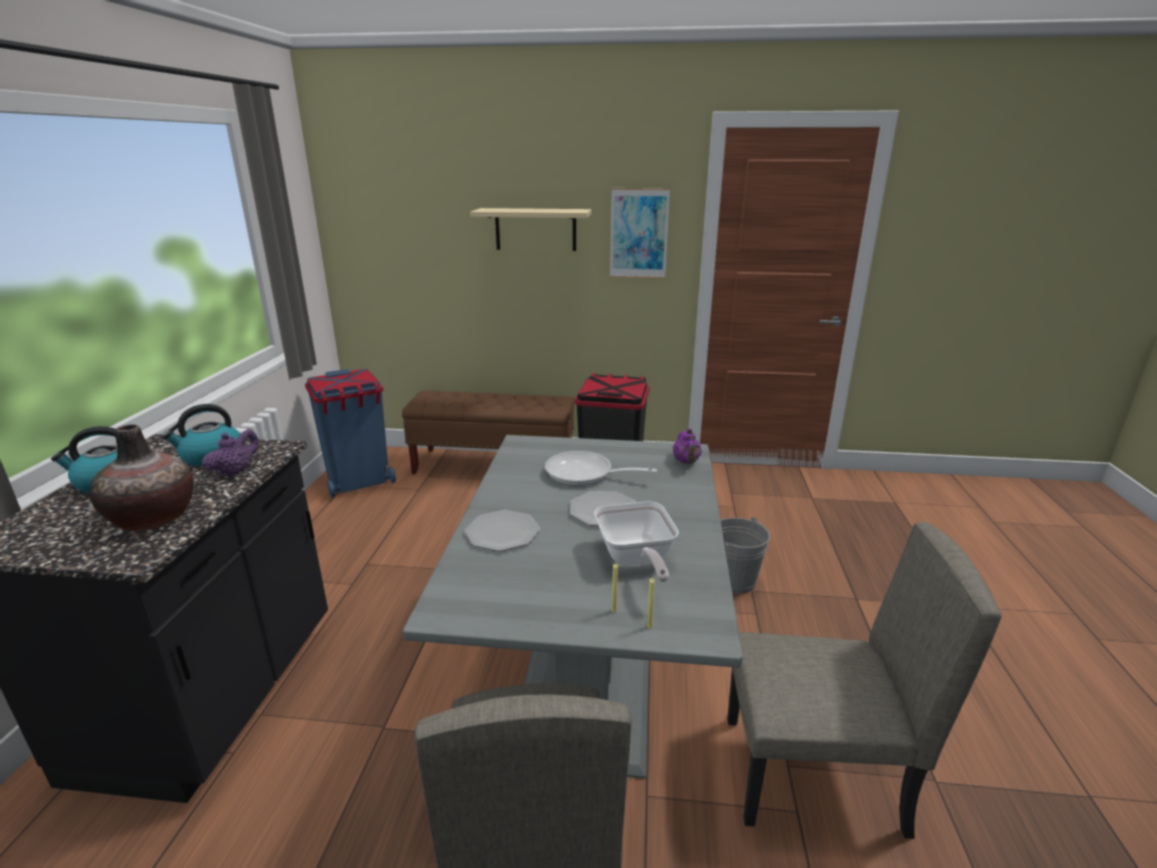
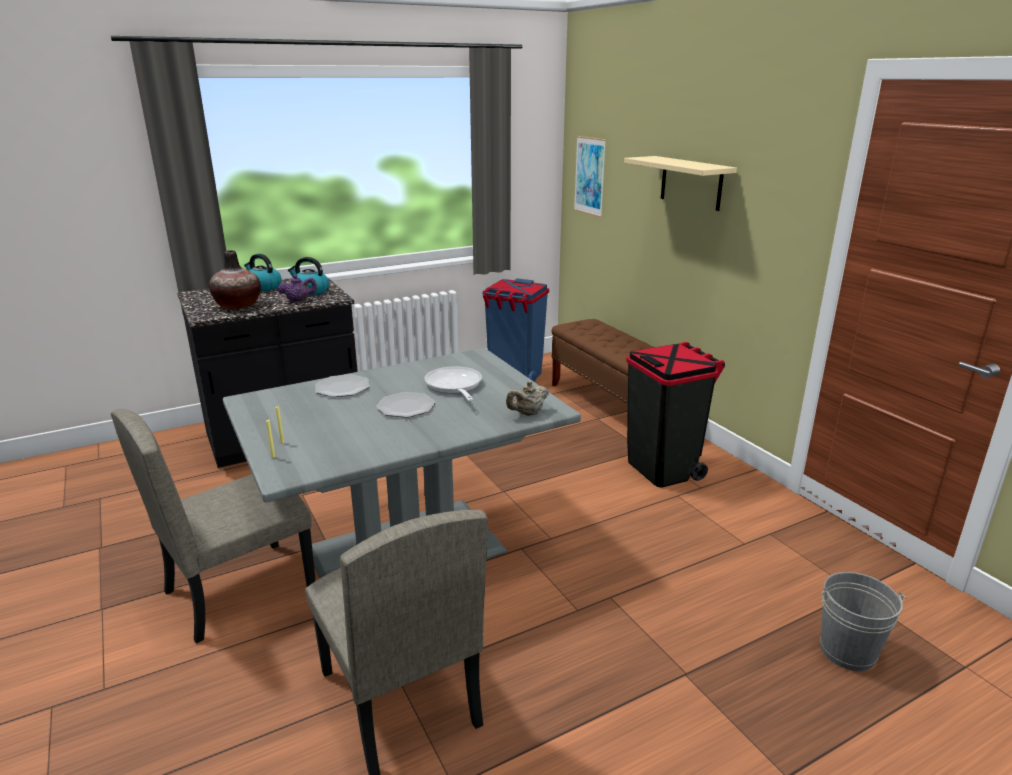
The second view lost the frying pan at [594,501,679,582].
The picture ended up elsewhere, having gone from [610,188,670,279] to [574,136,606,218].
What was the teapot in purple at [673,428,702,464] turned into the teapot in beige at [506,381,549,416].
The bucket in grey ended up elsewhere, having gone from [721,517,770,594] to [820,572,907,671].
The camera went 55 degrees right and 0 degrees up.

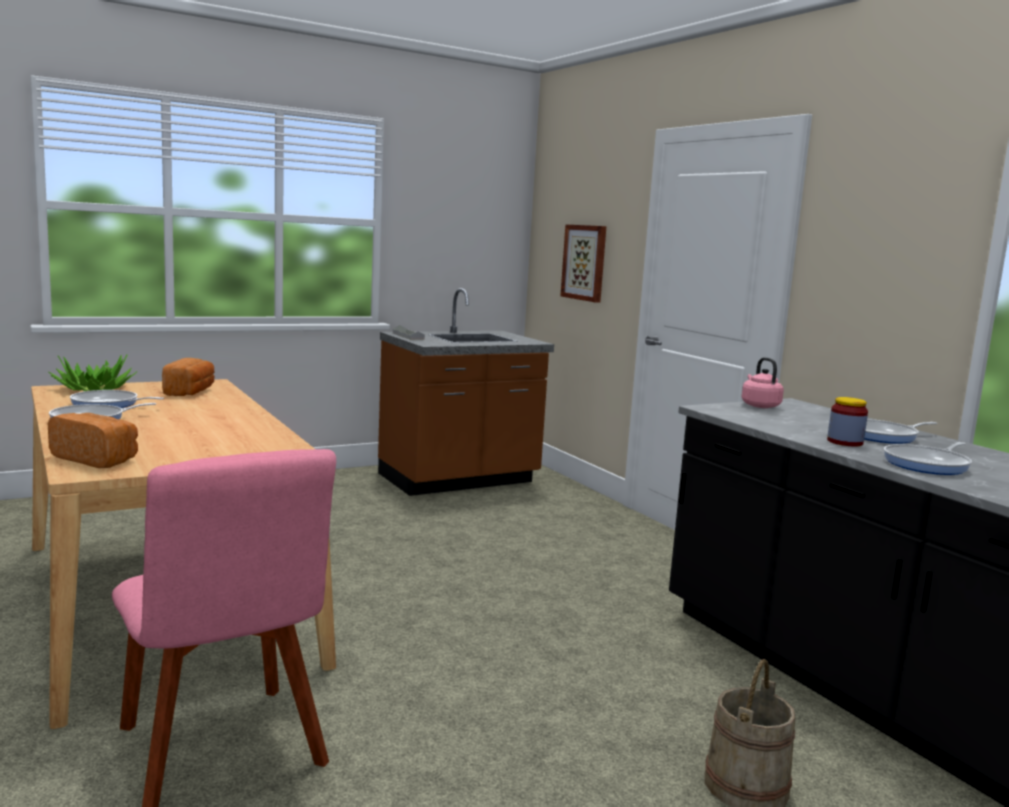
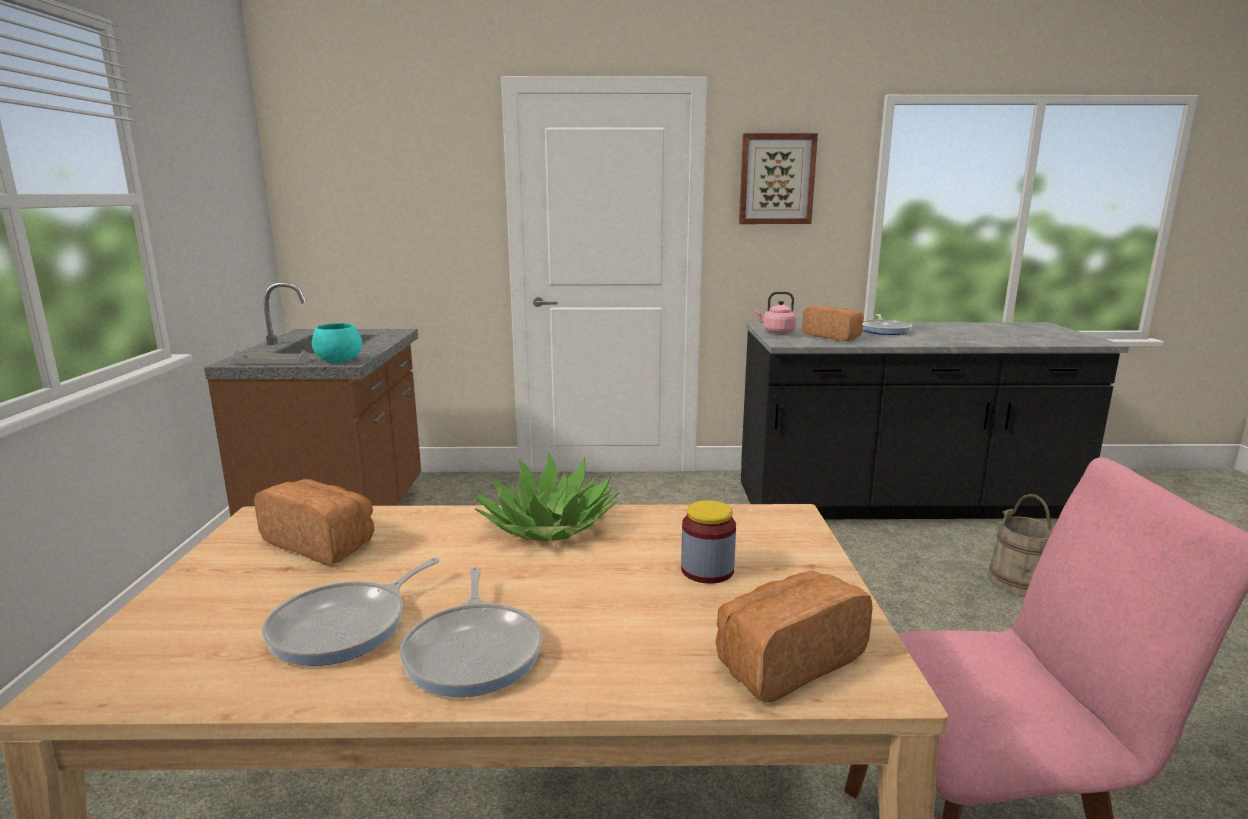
The potted plant ended up elsewhere, having gone from [49,355,137,391] to [475,452,620,542].
The picture ended up elsewhere, having gone from [561,224,606,303] to [739,133,818,224].
The jar ended up elsewhere, having gone from [827,397,868,447] to [681,500,736,584].
The second view lost the frying pan at [884,442,972,475].
The second view gained the bowl in turquoise at [312,323,362,363].
The second view gained the bread at [802,306,864,341].
The camera went 60 degrees left and 5 degrees up.

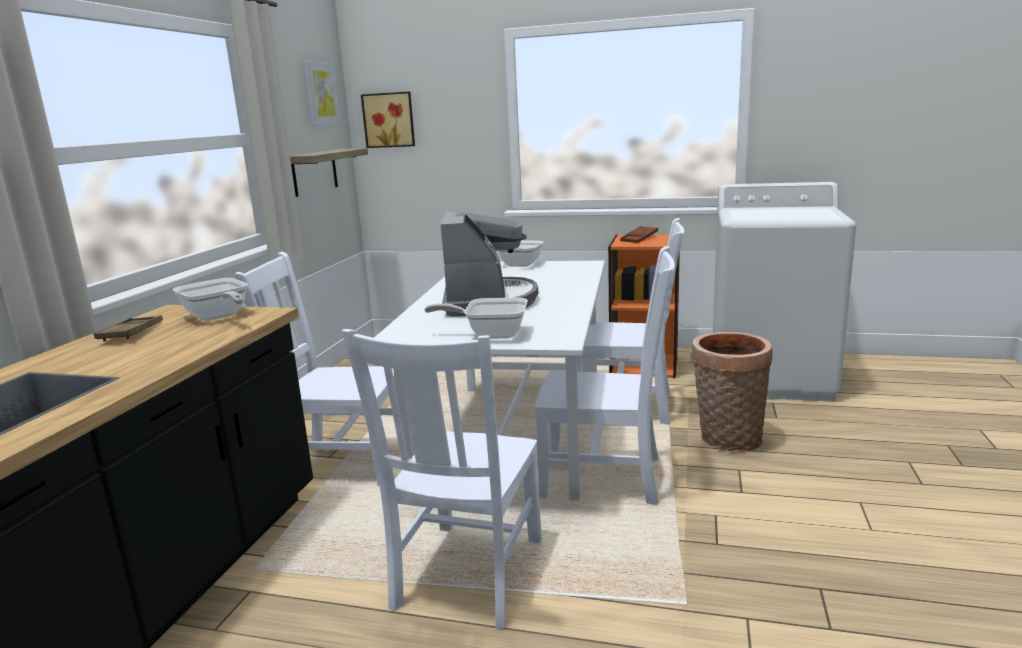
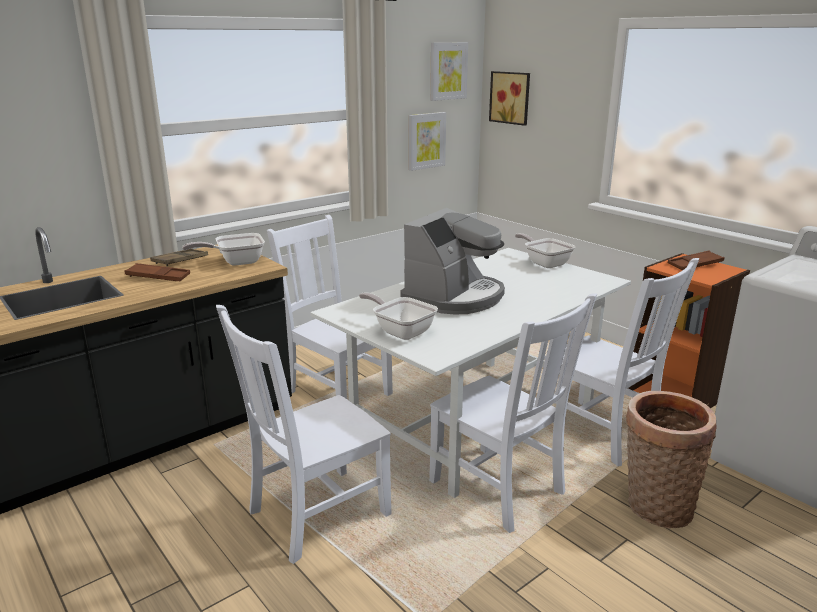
The frying pan at [173,278,248,321] ended up facing another way, 75 degrees clockwise from before.
Where the shelf hung at [290,148,368,197], the picture came to hang at [409,112,446,171].
The second view gained the tray in brown at [125,263,190,281].
The camera went 35 degrees right and 5 degrees up.

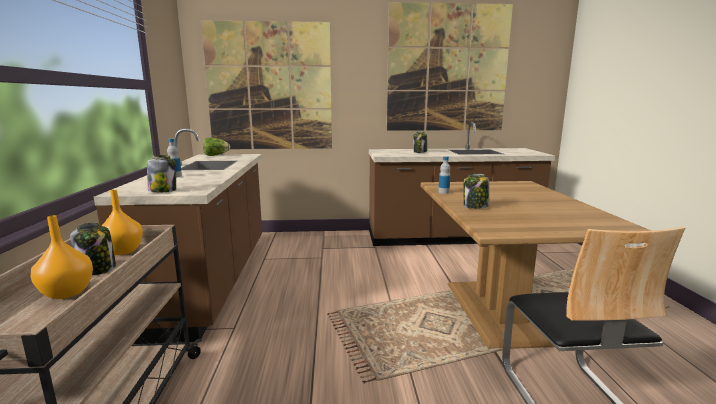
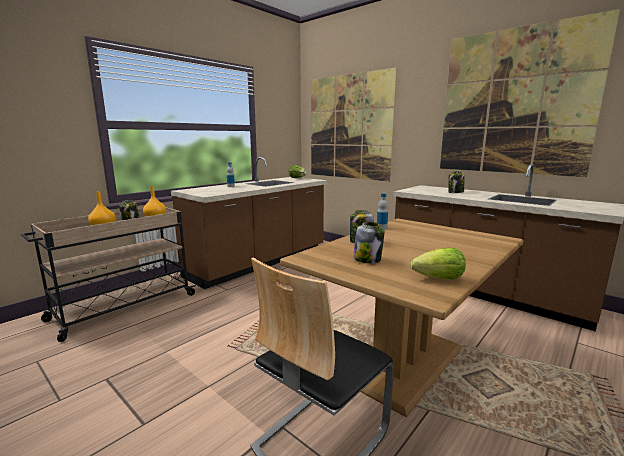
The jar ended up elsewhere, having gone from [147,155,176,192] to [353,222,385,263].
The second view gained the lettuce at [410,248,466,280].
The camera went 45 degrees right and 0 degrees up.

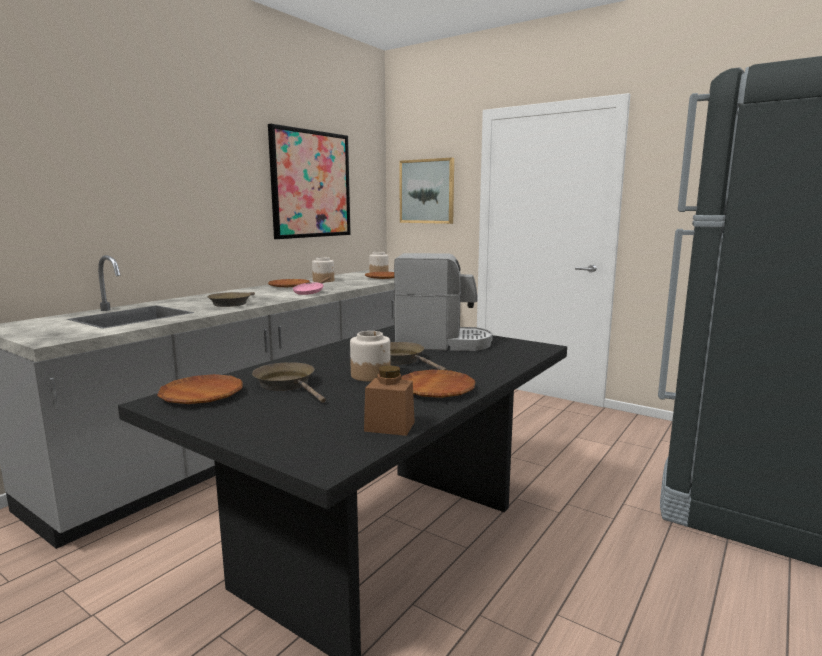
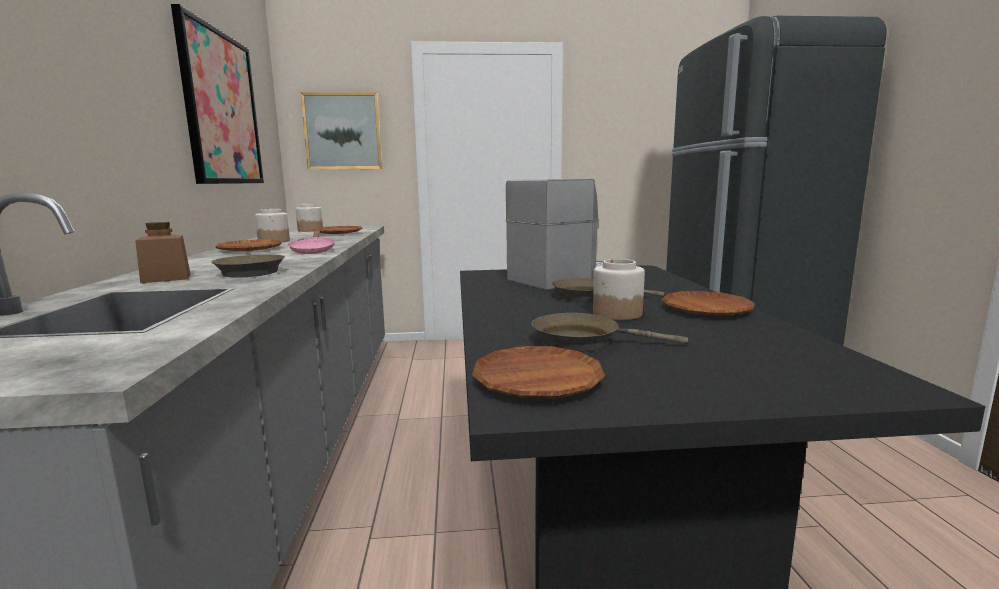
The jar in brown ended up elsewhere, having gone from [364,365,415,436] to [135,222,191,283].
The camera went 40 degrees left and 0 degrees up.

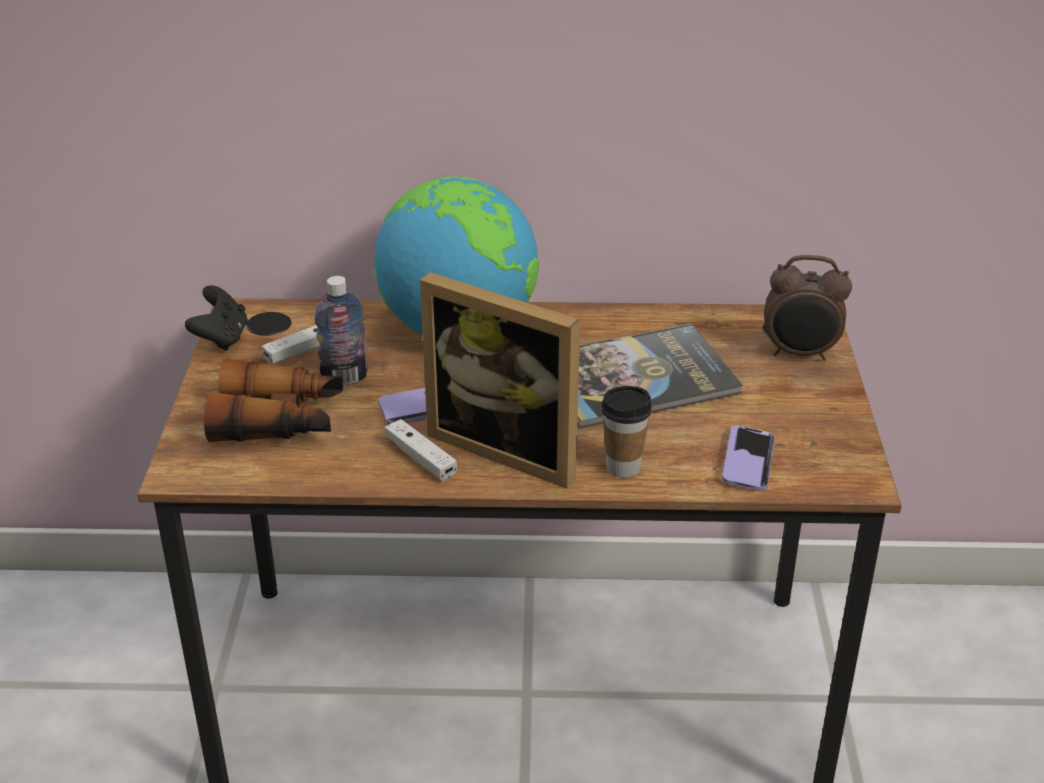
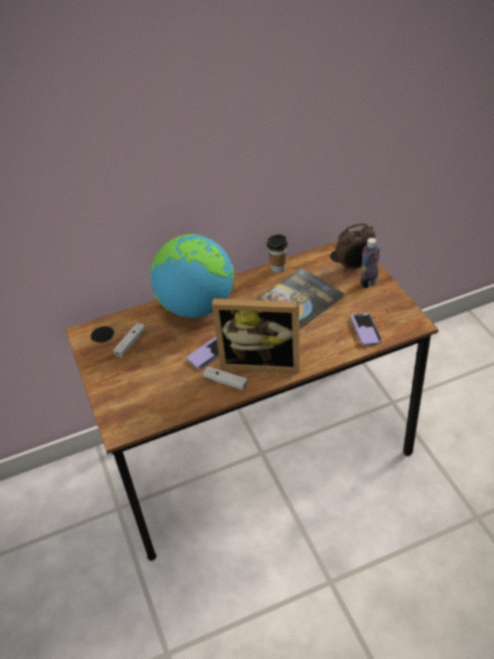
The second view lost the game controller in black at [185,285,248,351].
The second view lost the binoculars at [204,359,343,442].
The bottle ended up elsewhere, having gone from [315,276,368,386] to [361,238,380,288].
The cup ended up elsewhere, having gone from [601,386,652,478] to [267,235,288,273].
The camera went 20 degrees left and 10 degrees up.

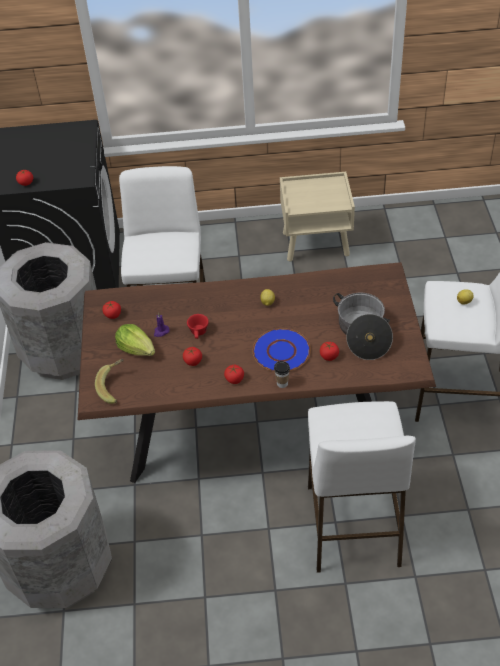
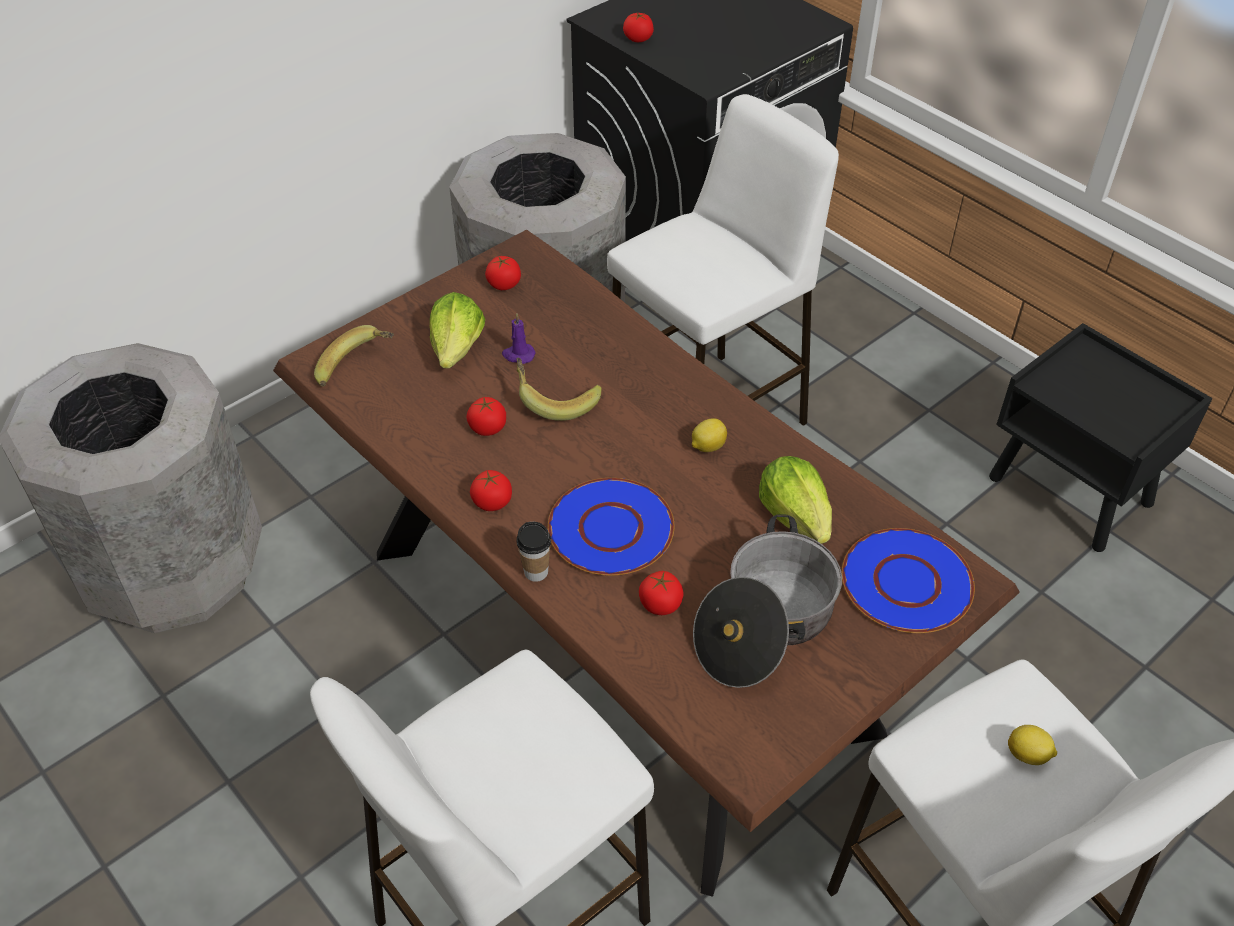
Where the cup in red stood at [187,314,209,339], the banana came to stand at [516,358,602,421].
What was the nightstand in beige at [280,172,355,262] turned into the nightstand in black at [989,323,1213,552].
The second view gained the lettuce at [759,456,832,544].
The second view gained the plate in blue at [842,528,975,633].
The camera went 50 degrees right and 0 degrees up.

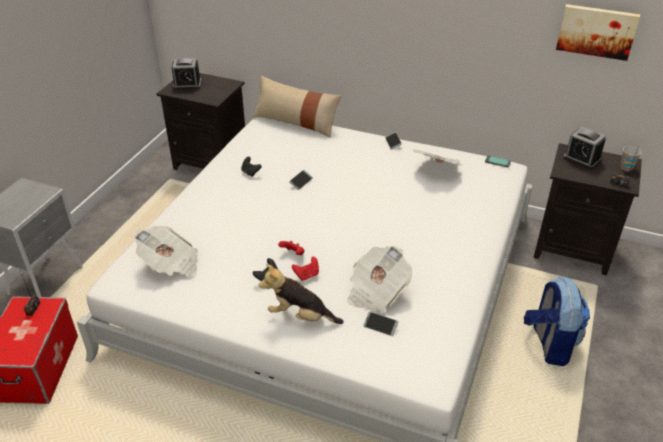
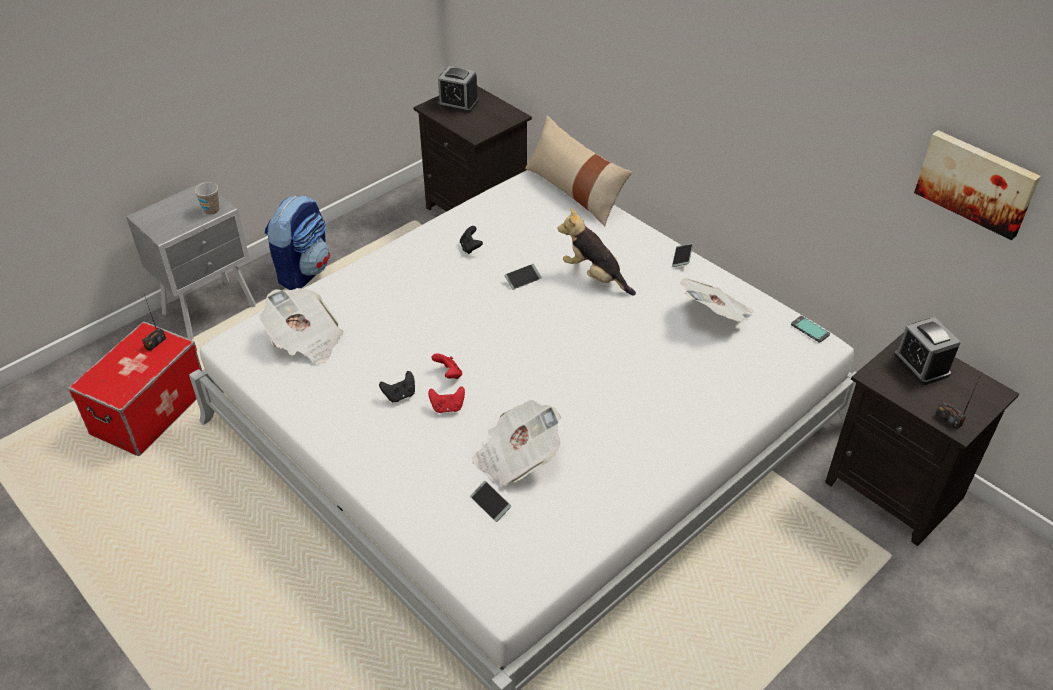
The plush toy ended up elsewhere, having gone from [259,264,344,324] to [558,208,636,296].
The backpack ended up elsewhere, having gone from [524,276,590,366] to [265,195,330,290].
The cup ended up elsewhere, having gone from [621,146,642,171] to [195,182,219,215].
The camera went 25 degrees right and 5 degrees up.

